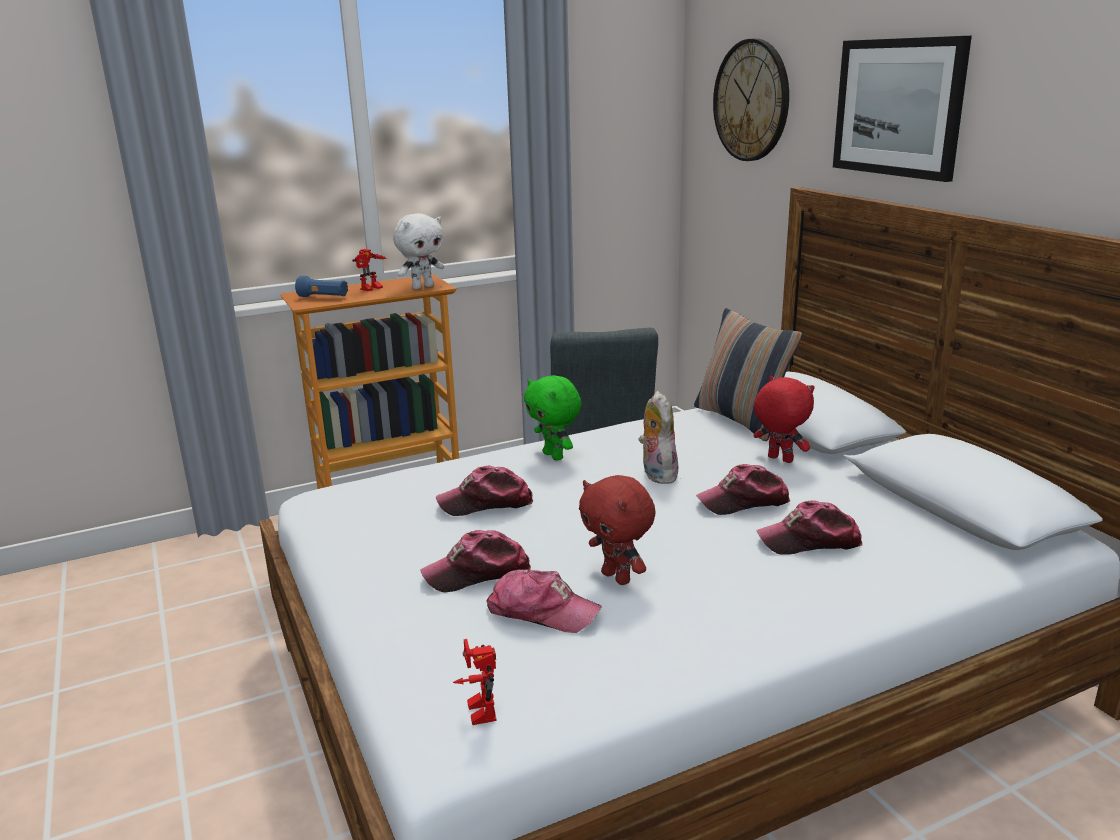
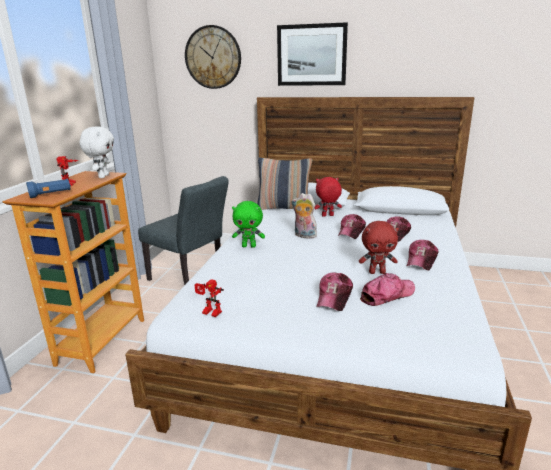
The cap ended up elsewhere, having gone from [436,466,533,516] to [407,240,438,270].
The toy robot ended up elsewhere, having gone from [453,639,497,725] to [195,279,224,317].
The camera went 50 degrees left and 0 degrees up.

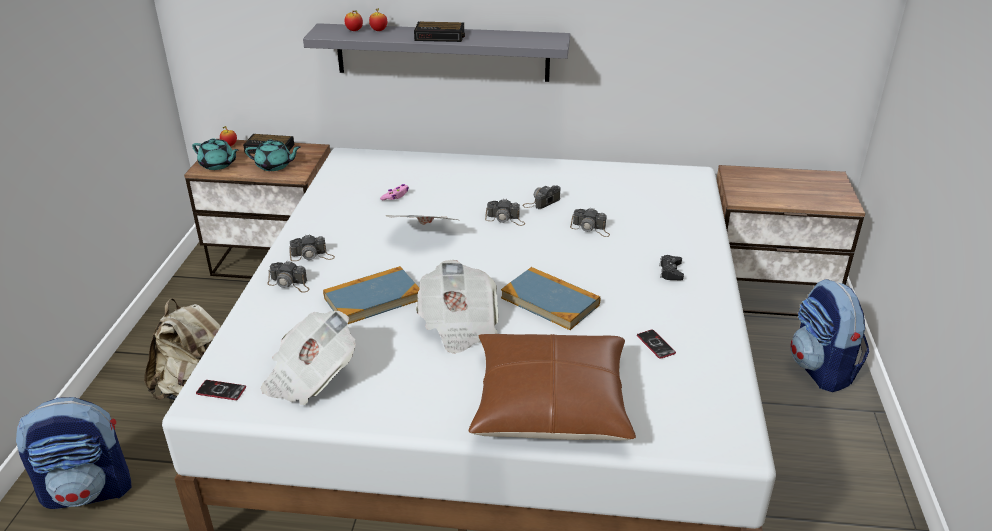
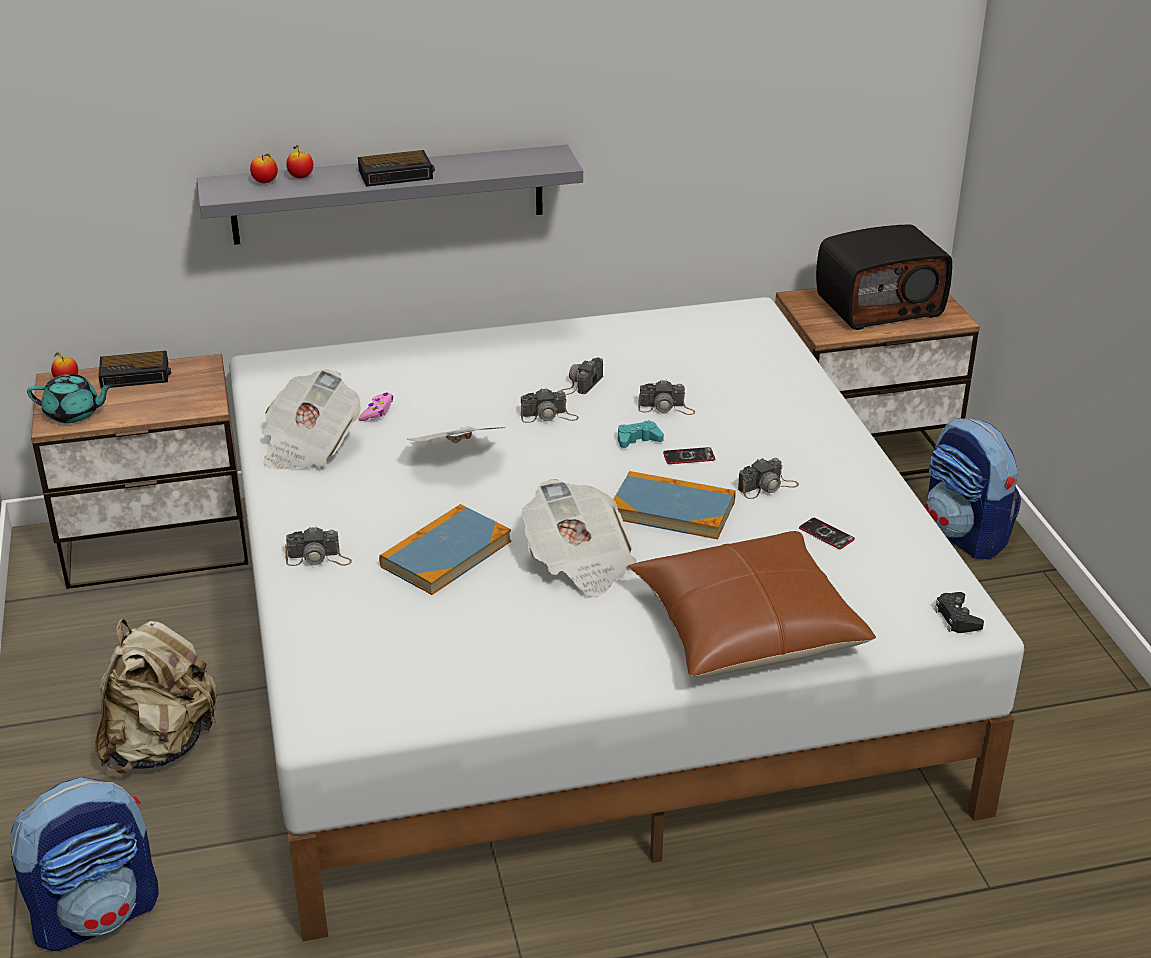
The phone ended up elsewhere, having gone from [196,380,246,400] to [663,447,715,464].
The second view lost the teapot in turquoise at [245,140,301,171].
The newspaper ended up elsewhere, having gone from [261,311,355,405] to [262,369,361,470].
The photo camera ended up elsewhere, having gone from [289,234,335,261] to [738,458,799,499].
The game controller in black ended up elsewhere, having gone from [659,255,684,280] to [934,592,984,633].
The second view gained the game controller in turquoise at [618,420,664,448].
The second view gained the radio at [816,224,952,330].
The camera went 20 degrees left and 0 degrees up.

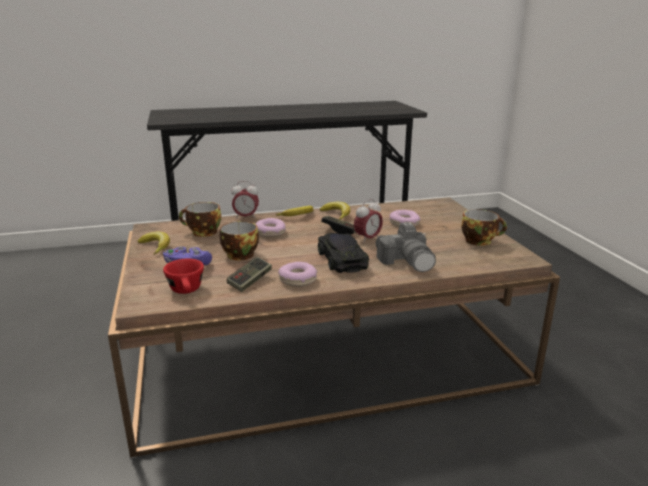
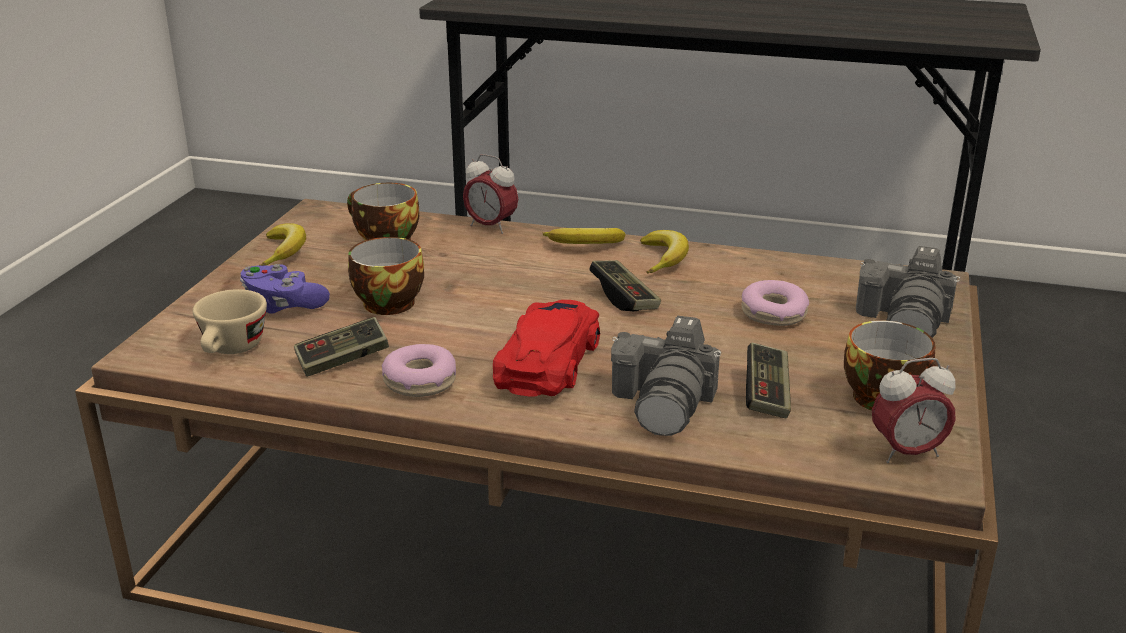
What was the cup in red at [163,259,204,294] turned into the cup in beige at [193,289,267,354].
The second view lost the donut at [256,218,286,237].
What was the toy car in black at [318,233,369,273] turned into the toy car in red at [493,300,600,397].
The alarm clock ended up elsewhere, having gone from [354,199,383,243] to [872,358,956,463].
The second view gained the game controller at [746,343,791,418].
The second view gained the photo camera at [856,246,960,338].
The camera went 30 degrees right and 5 degrees up.

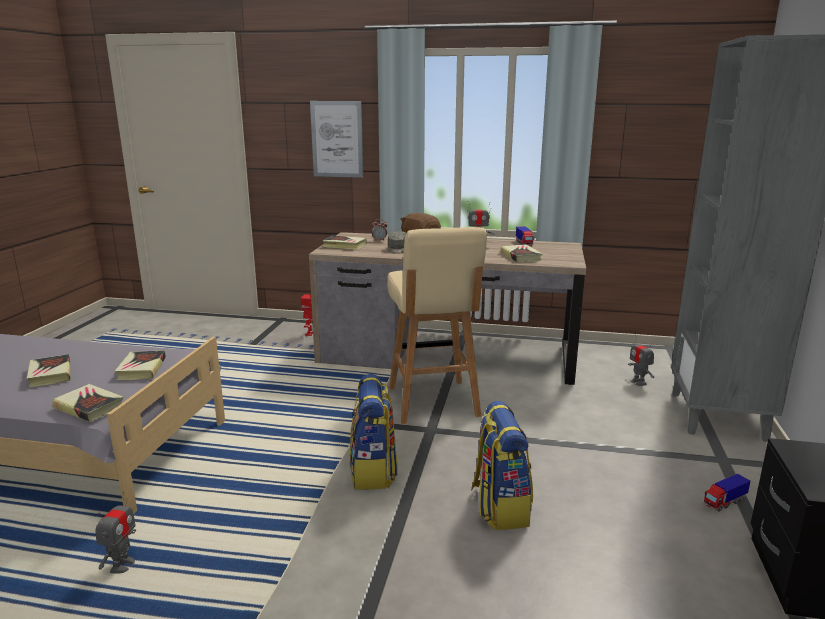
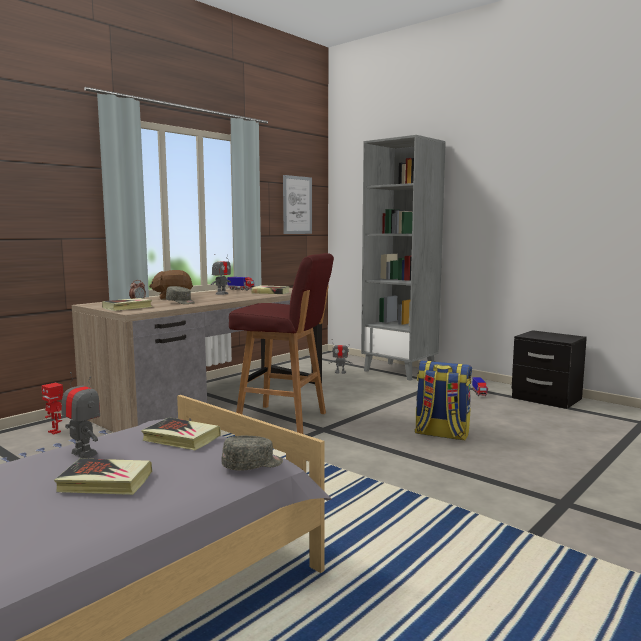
Where the book stood at [52,384,123,422], the cap in grey came to stand at [221,436,283,471].
The toy robot ended up elsewhere, having gone from [95,491,136,574] to [62,372,100,459].
The picture ended up elsewhere, having gone from [310,101,363,178] to [283,175,312,234].
The second view lost the backpack at [350,374,398,490].
What was the stool in beige at [387,227,487,424] turned into the stool in red at [229,253,334,434].
The camera went 60 degrees left and 10 degrees down.

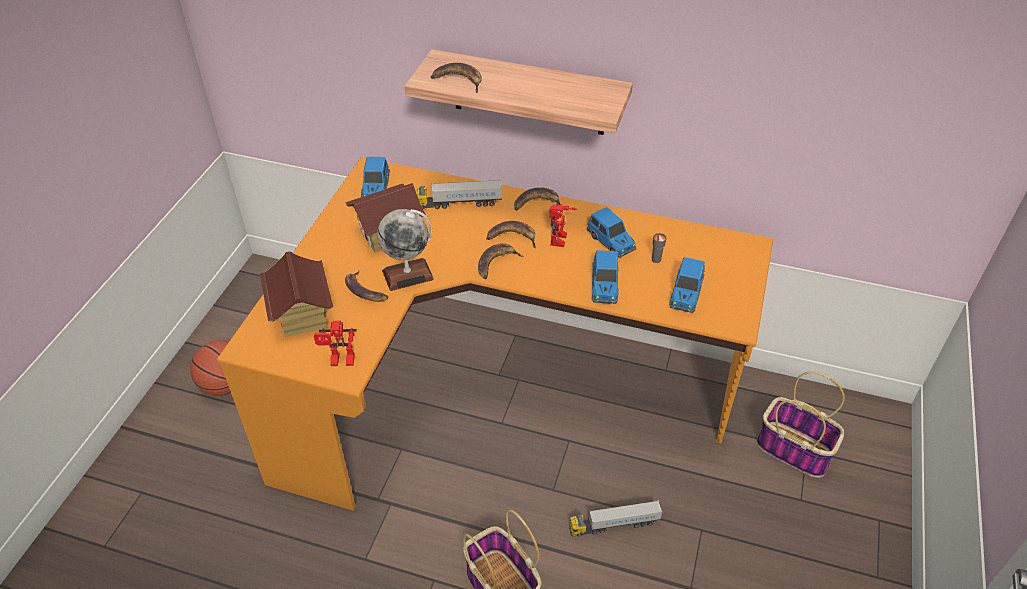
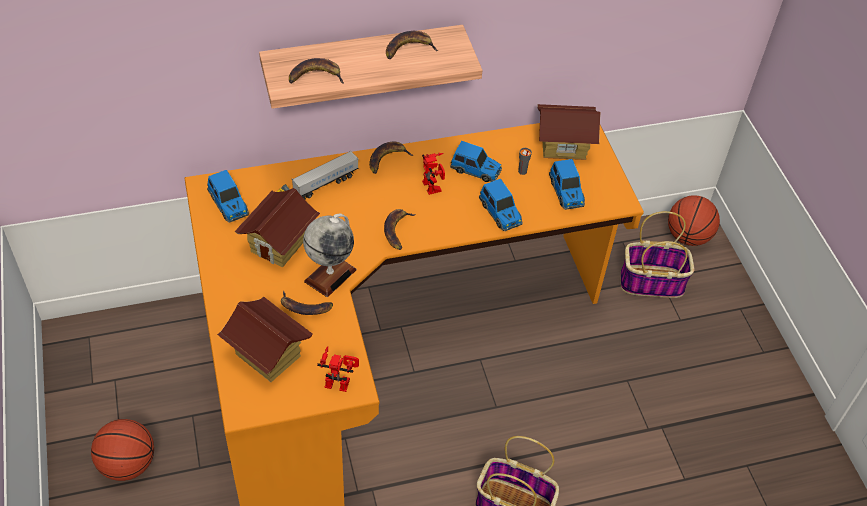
The toy robot at [314,321,357,366] ended up facing another way, 135 degrees counterclockwise from before.
The banana ended up elsewhere, having gone from [486,221,536,248] to [386,31,439,59].
The second view lost the toy truck at [569,500,663,537].
The second view gained the toy house at [537,104,601,160].
The second view gained the basketball at [668,195,720,246].
The camera went 35 degrees left and 5 degrees up.

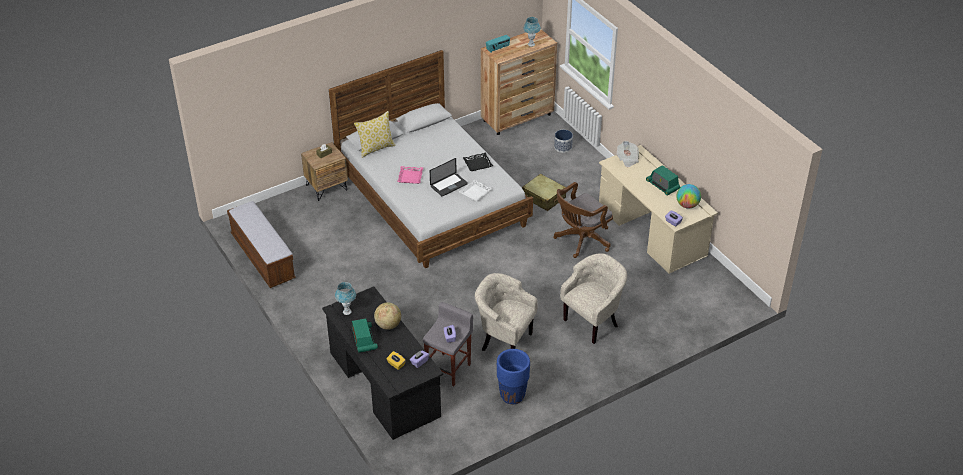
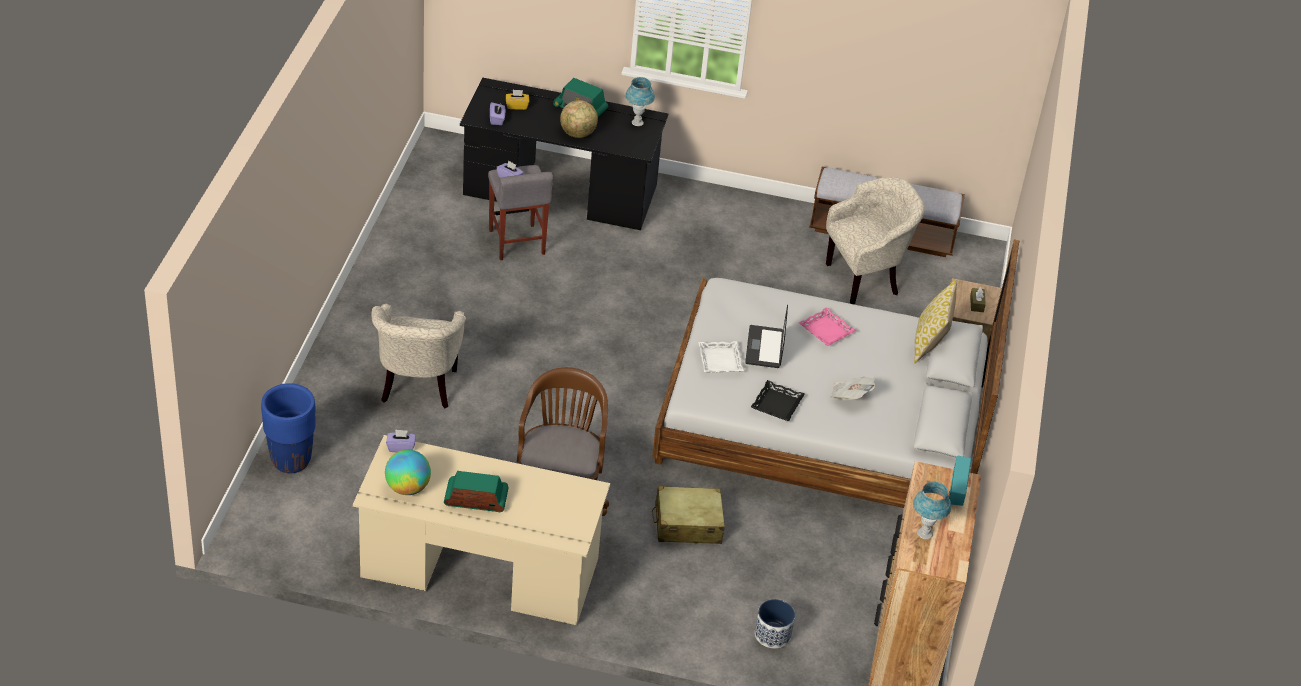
The armchair in beige ended up elsewhere, having gone from [475,273,538,351] to [826,177,925,304].
The planter in blue ended up elsewhere, having gone from [497,349,530,404] to [261,383,316,473].
The newspaper ended up elsewhere, having gone from [616,141,639,167] to [830,377,875,400].
The camera went 130 degrees right and 0 degrees up.

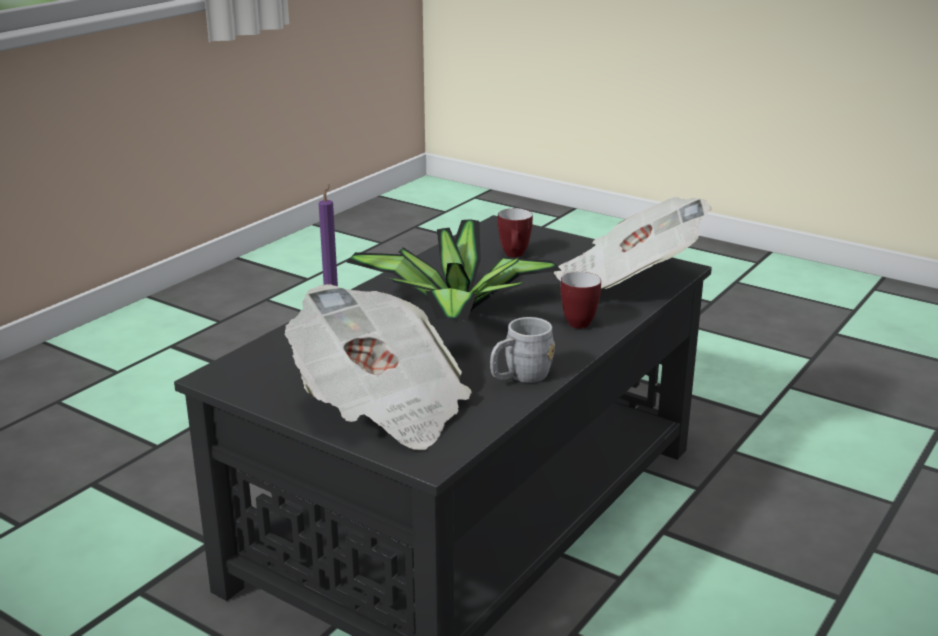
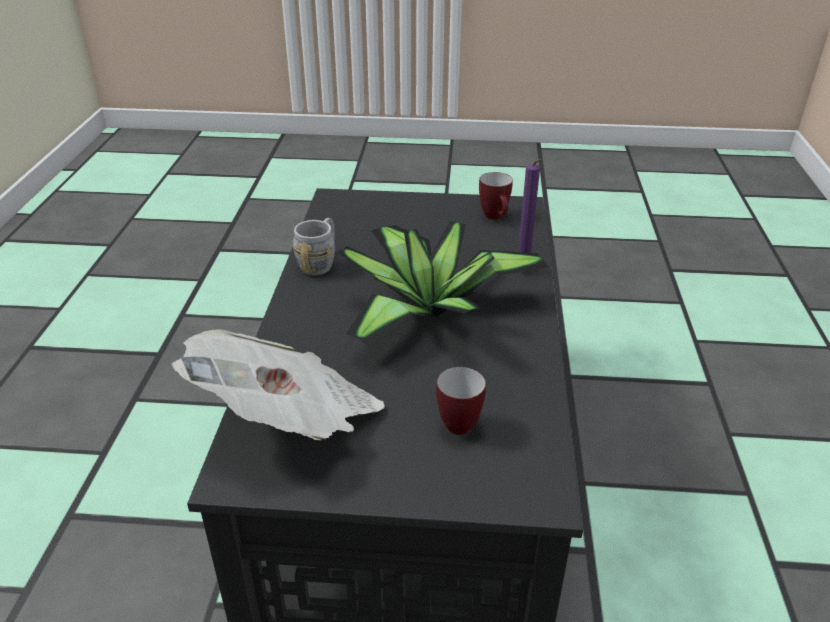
The second view lost the newspaper at [285,284,472,450].
The mug ended up elsewhere, having gone from [560,272,601,329] to [479,172,513,219].
The camera went 150 degrees right and 10 degrees up.

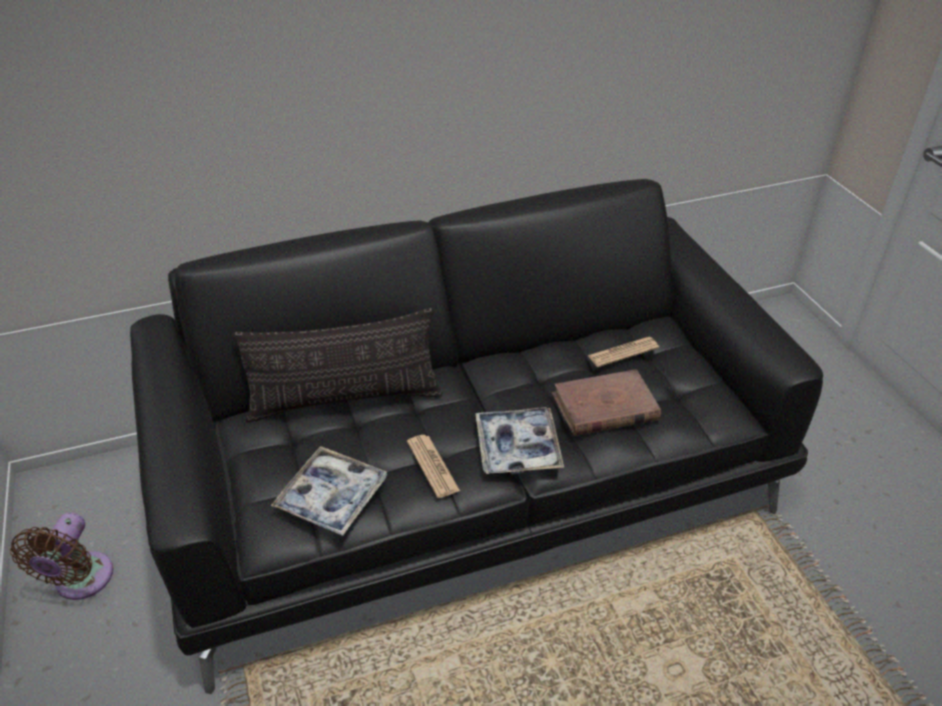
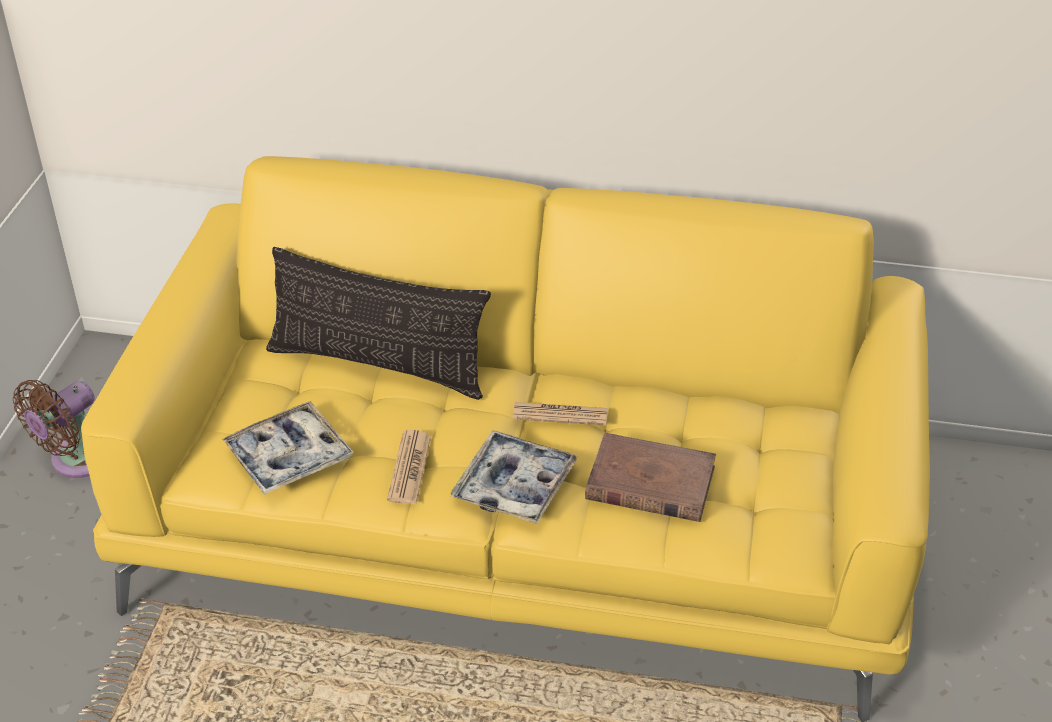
What was the sofa in black at [130,179,823,694] turned into the sofa in yellow at [81,156,930,722].
The newspaper ended up elsewhere, having gone from [587,337,659,367] to [513,402,608,425].
The camera went 30 degrees right and 0 degrees up.

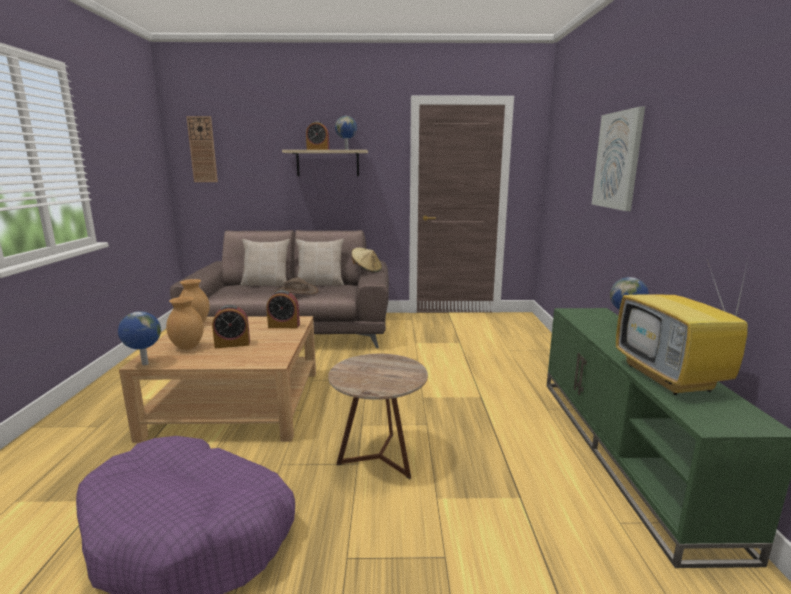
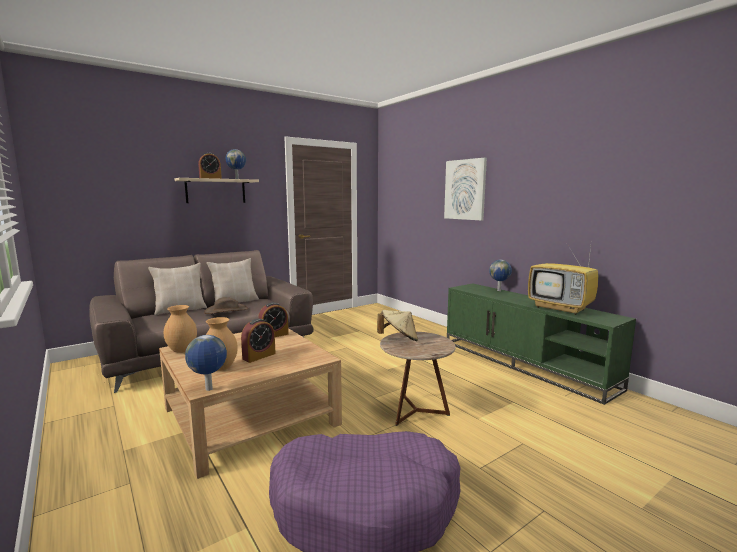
The second view lost the wall clock at [186,116,218,182].
The hat in beige ended up elsewhere, having gone from [351,248,382,273] to [377,310,418,341].
The camera went 35 degrees left and 5 degrees down.

